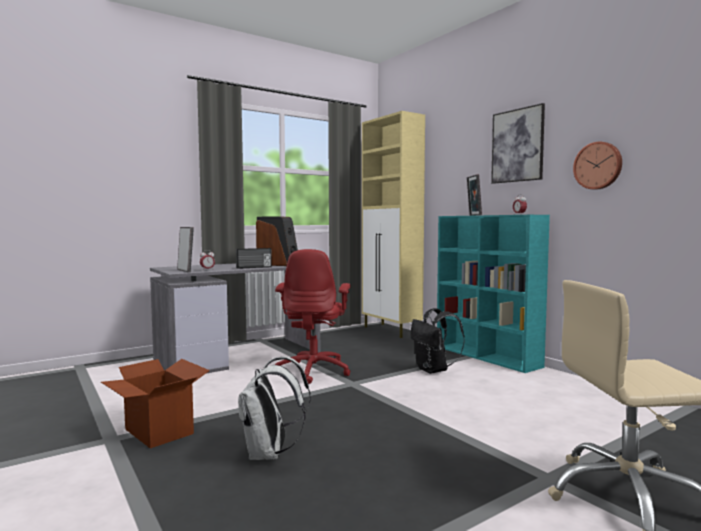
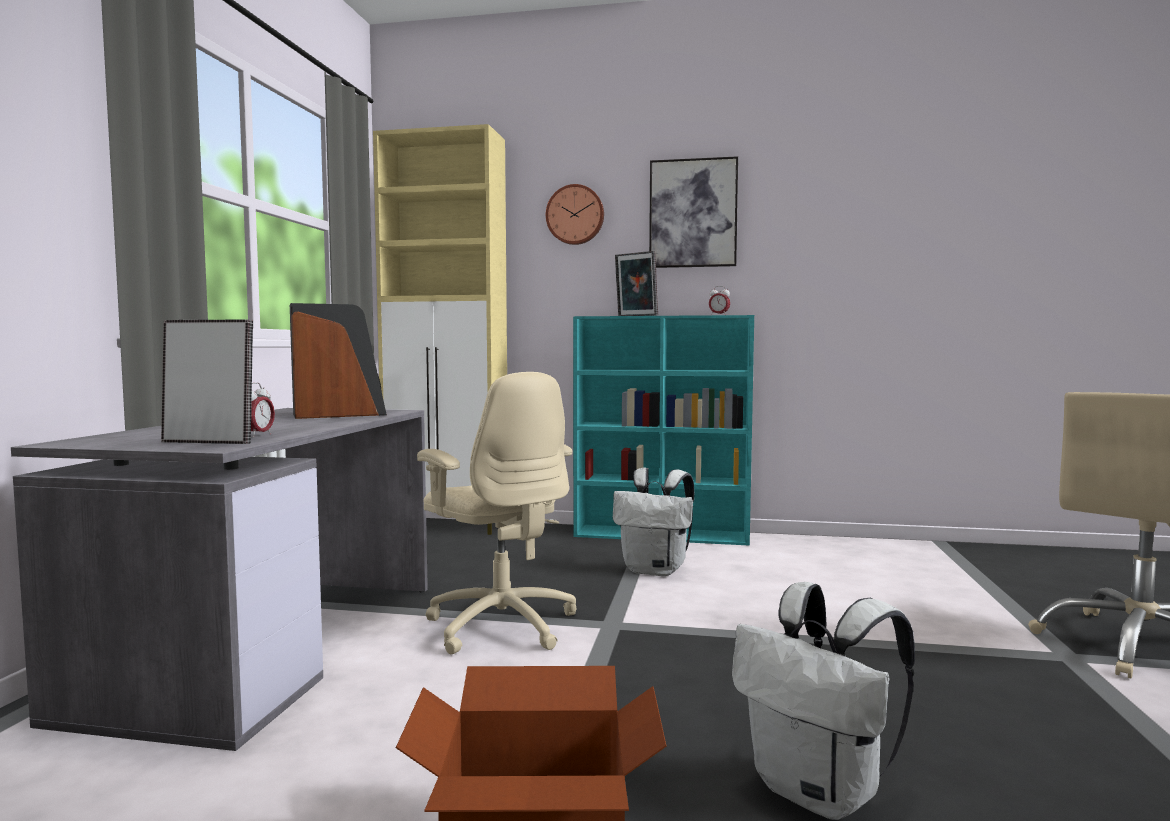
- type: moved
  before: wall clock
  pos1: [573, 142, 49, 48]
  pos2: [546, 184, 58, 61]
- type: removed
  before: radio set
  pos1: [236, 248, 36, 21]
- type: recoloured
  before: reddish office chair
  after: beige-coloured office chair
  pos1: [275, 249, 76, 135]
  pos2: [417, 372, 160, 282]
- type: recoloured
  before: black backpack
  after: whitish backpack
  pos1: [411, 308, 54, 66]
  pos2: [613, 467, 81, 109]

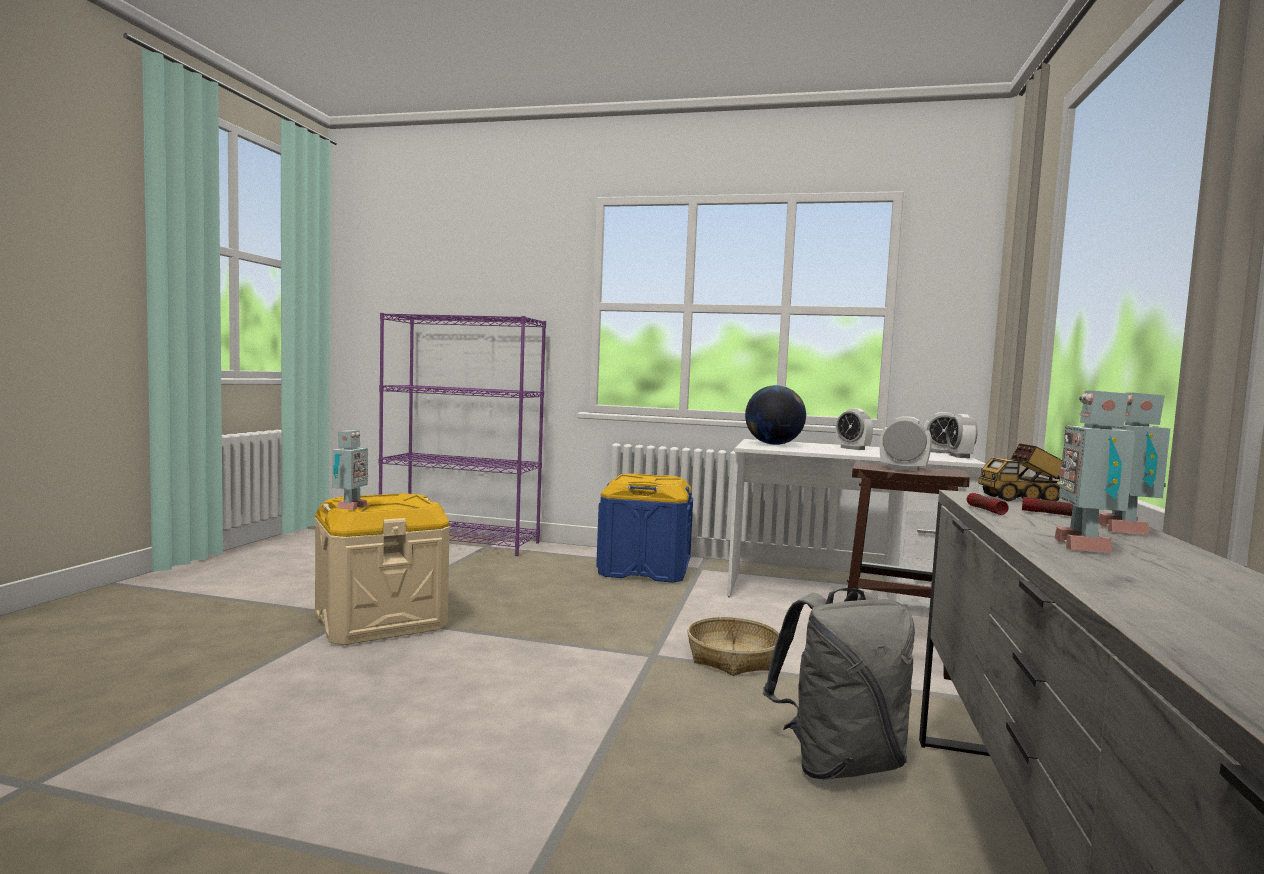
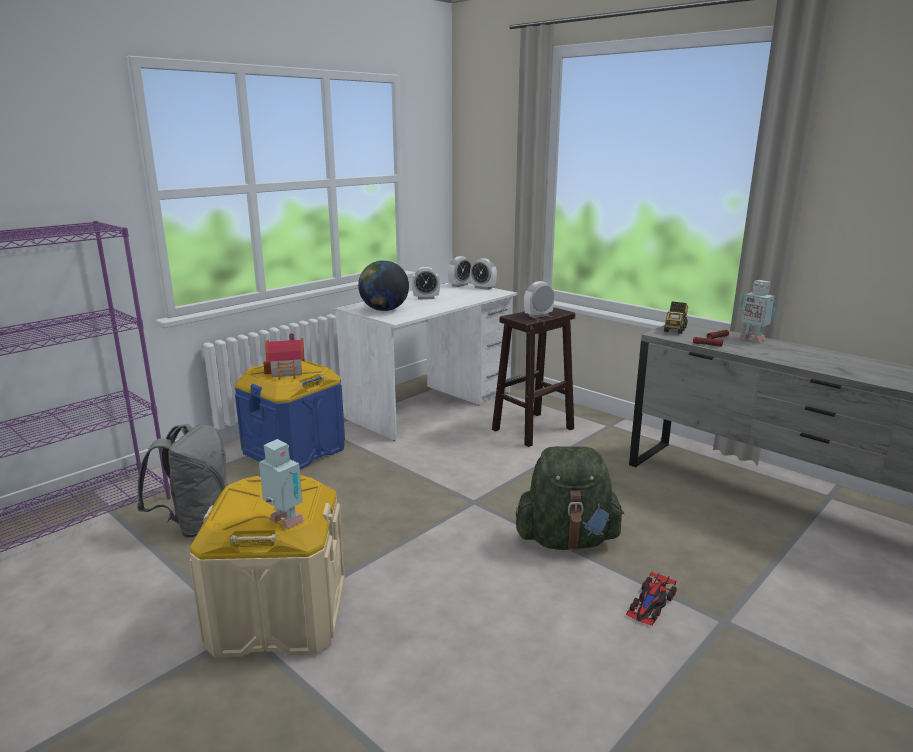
- type: removed
  before: robot figure
  pos1: [1055, 391, 80, 162]
- type: moved
  before: grey backpack
  pos1: [763, 588, 152, 192]
  pos2: [137, 424, 91, 114]
- type: removed
  before: household basket
  pos1: [687, 617, 92, 59]
- type: added
  after: toy house
  pos2: [264, 333, 41, 47]
- type: added
  after: green-coloured backpack
  pos2: [516, 446, 108, 104]
- type: added
  after: miniature car
  pos2: [626, 572, 51, 54]

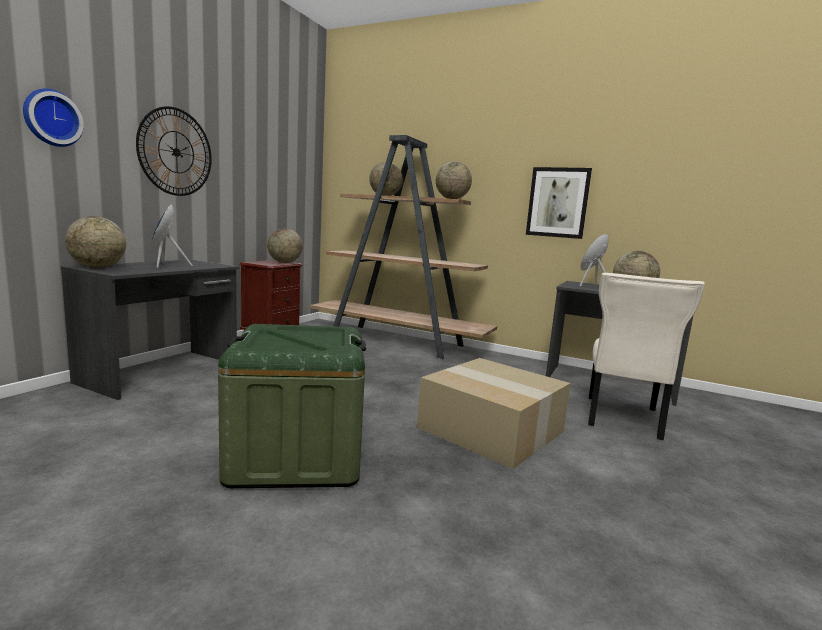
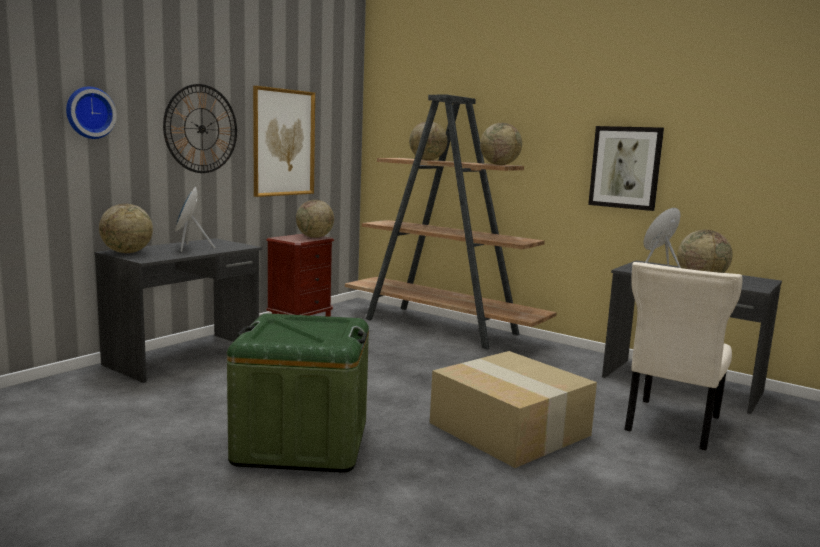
- type: added
  after: picture
  pos2: [253, 86, 62, 111]

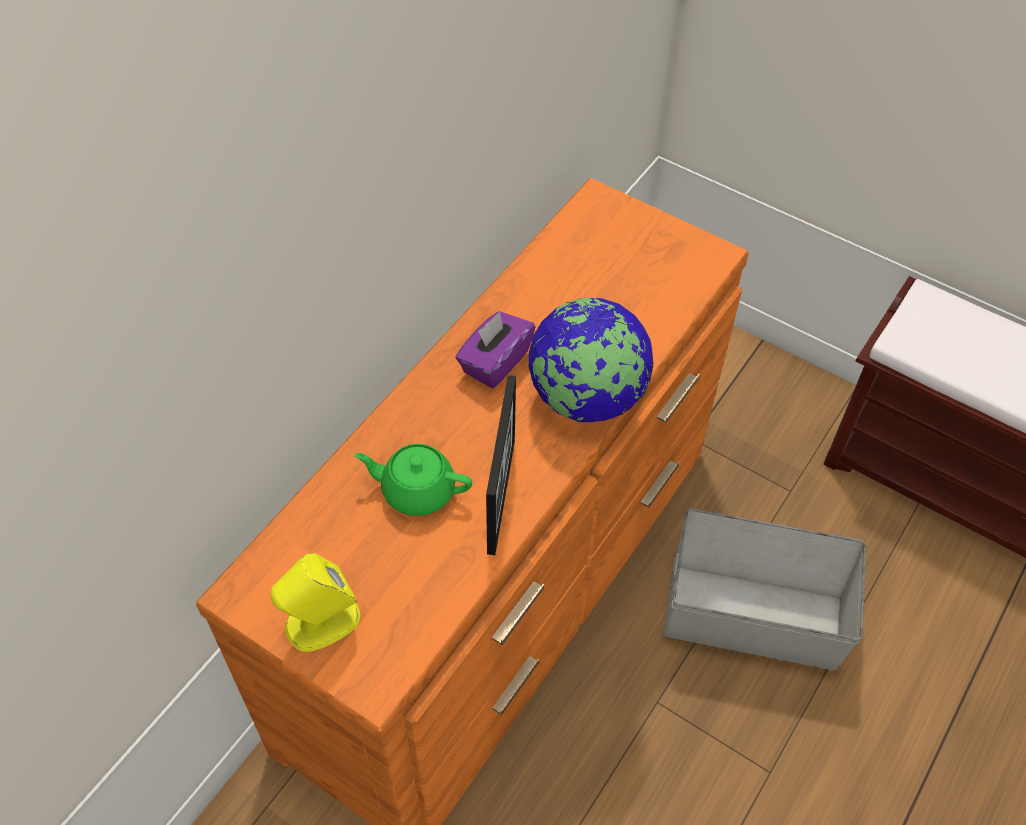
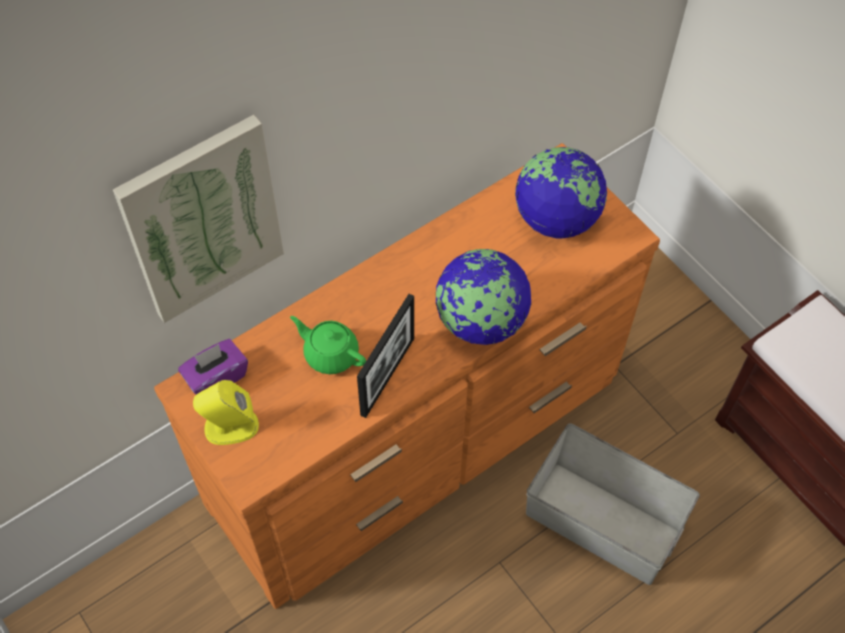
- type: moved
  before: purple box of tissues
  pos1: [455, 311, 80, 78]
  pos2: [178, 339, 70, 55]
- type: added
  after: picture
  pos2: [113, 115, 171, 208]
- type: added
  after: desk globe
  pos2: [515, 147, 92, 92]

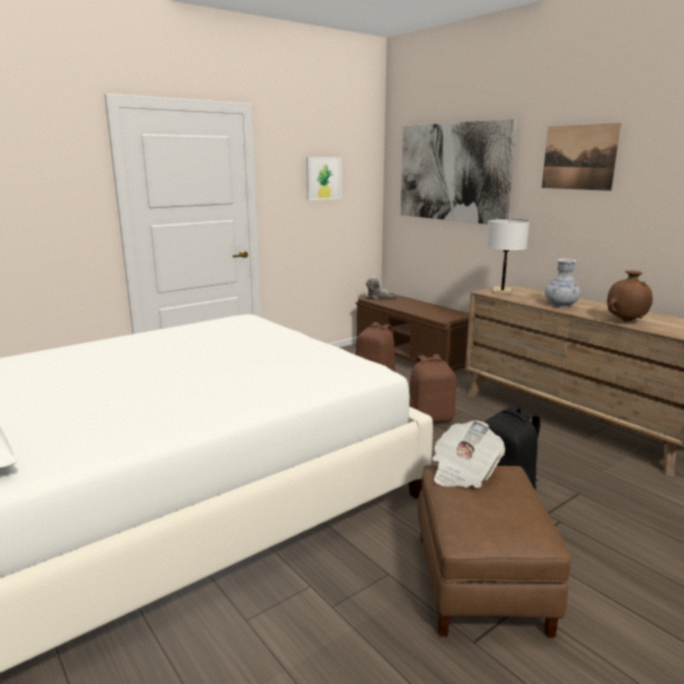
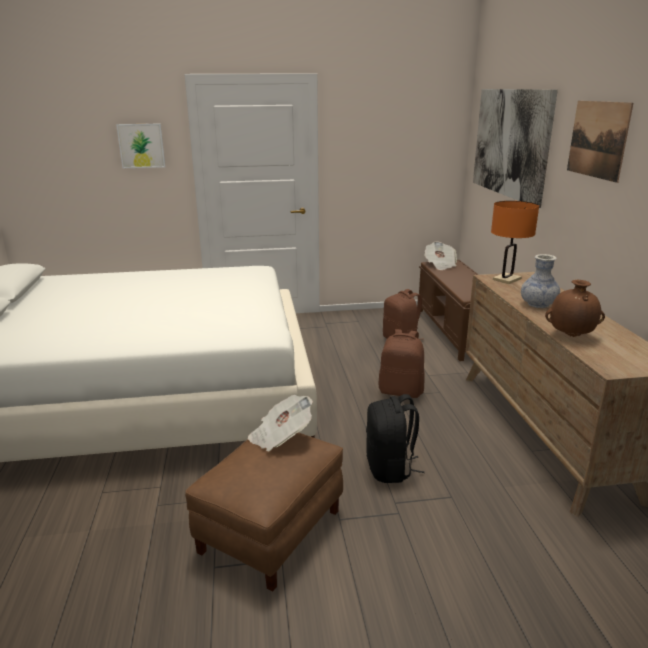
- type: moved
  before: picture
  pos1: [306, 157, 35, 43]
  pos2: [116, 124, 50, 44]
- type: recoloured
  before: whitish tabletop lamp
  after: orange tabletop lamp
  pos1: [486, 219, 44, 76]
  pos2: [491, 201, 48, 83]
- type: replaced
  before: soft toy
  after: printed paper
  pos1: [366, 276, 32, 24]
  pos2: [424, 241, 33, 29]

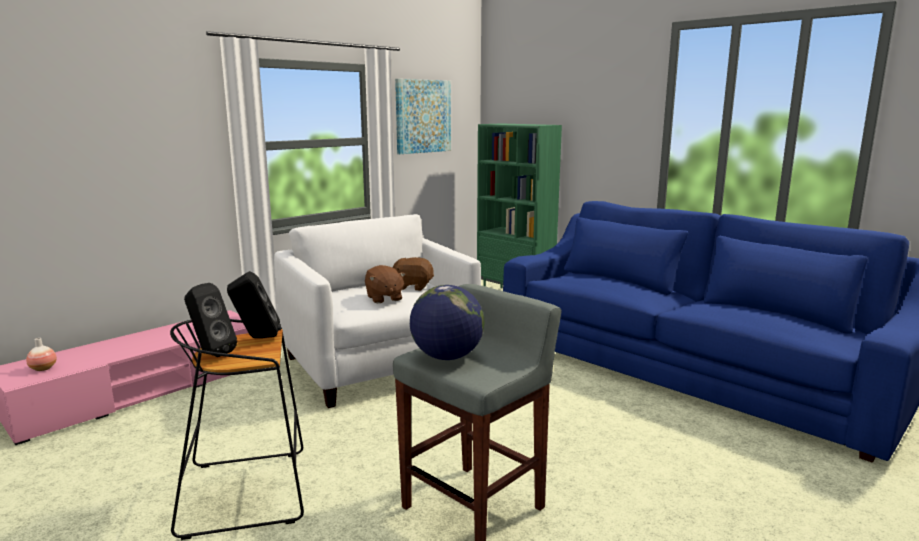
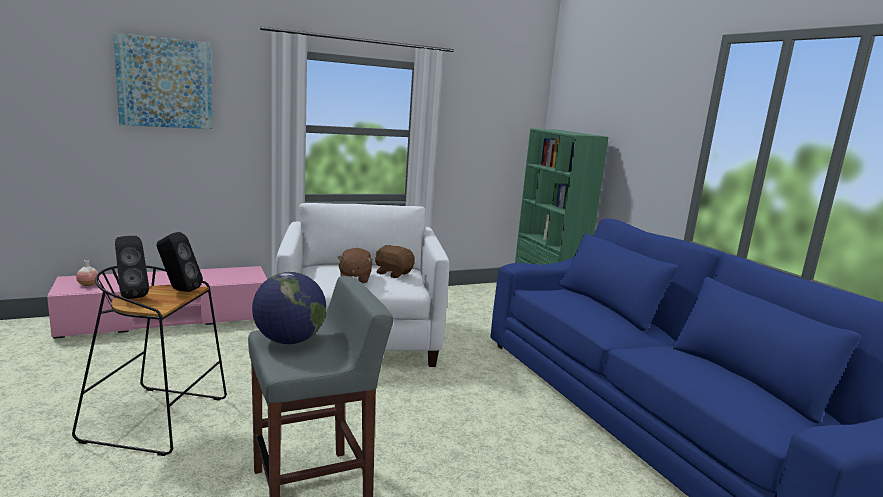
- type: moved
  before: picture
  pos1: [395, 79, 56, 75]
  pos2: [113, 33, 100, 96]

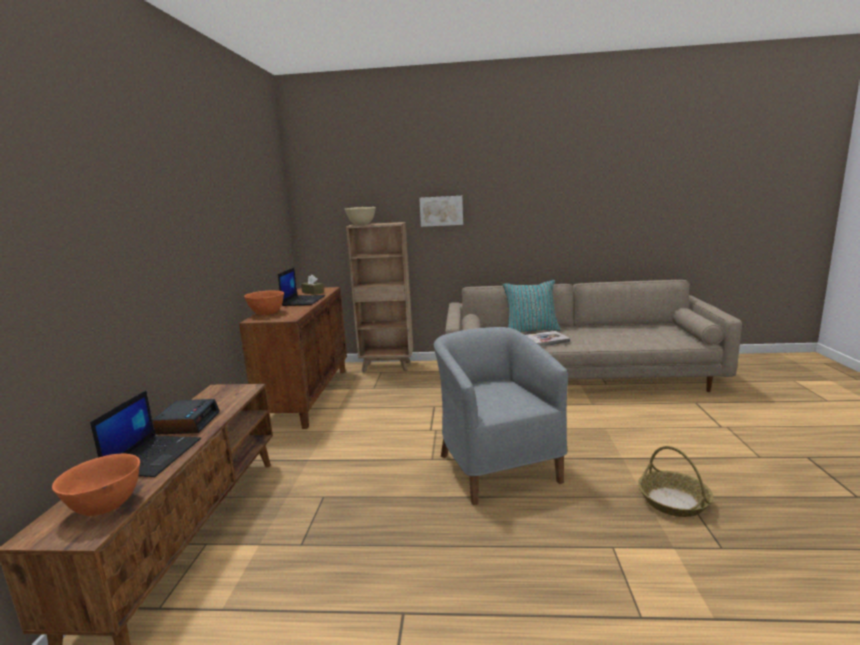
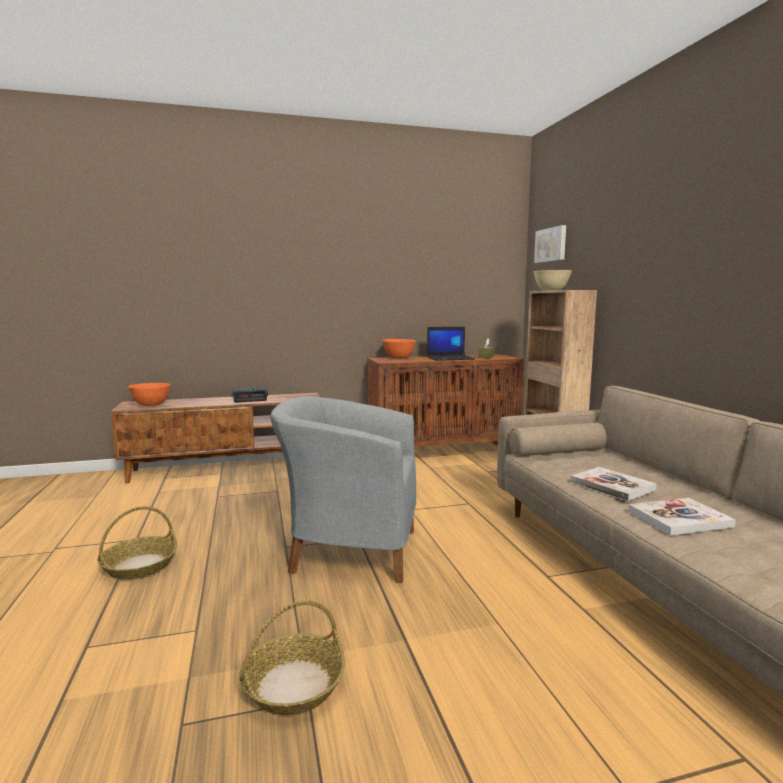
- type: moved
  before: picture
  pos1: [419, 196, 44, 31]
  pos2: [534, 225, 32, 38]
- type: removed
  before: turquoise-coloured cushion
  pos1: [502, 280, 58, 52]
- type: turned
  before: grey armchair
  pos1: [434, 327, 134, 178]
  pos2: [271, 396, 145, 187]
  turn: -135
- type: removed
  before: portable computer
  pos1: [90, 390, 111, 87]
- type: added
  after: bound book
  pos2: [628, 498, 108, 38]
- type: added
  after: household basket
  pos2: [98, 506, 79, 74]

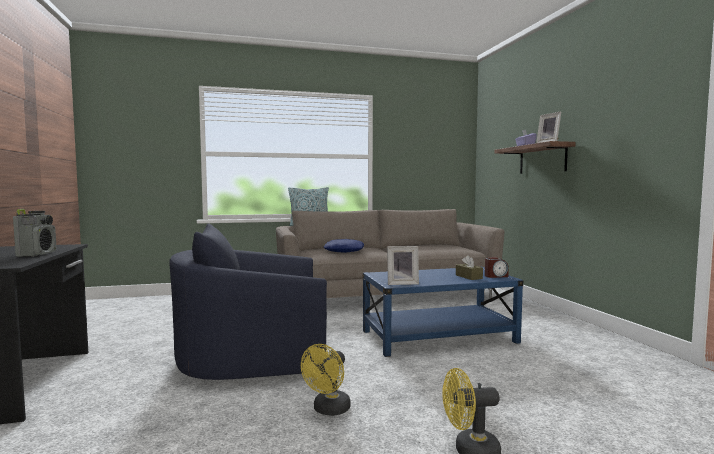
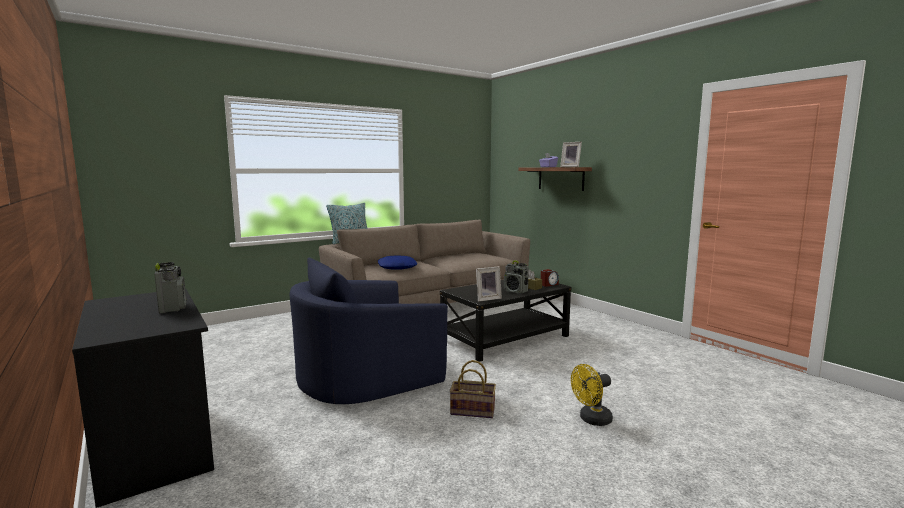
- type: recoloured
  before: blue-coloured low table
  after: black low table
  pos1: [362, 267, 161, 90]
  pos2: [440, 277, 131, 85]
- type: replaced
  before: yellow fan
  after: household basket
  pos1: [301, 344, 50, 72]
  pos2: [450, 360, 46, 58]
- type: added
  after: radio set
  pos2: [504, 260, 25, 33]

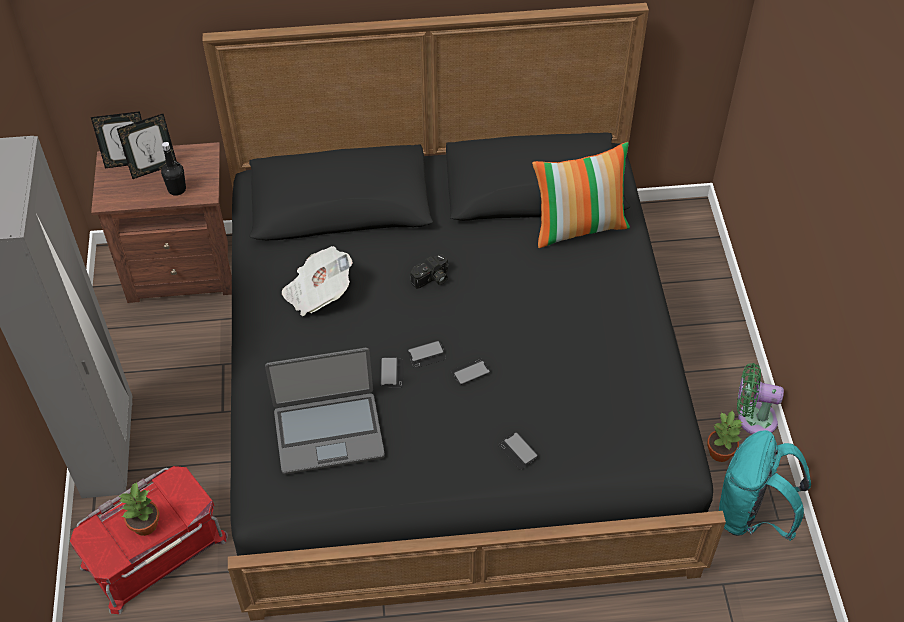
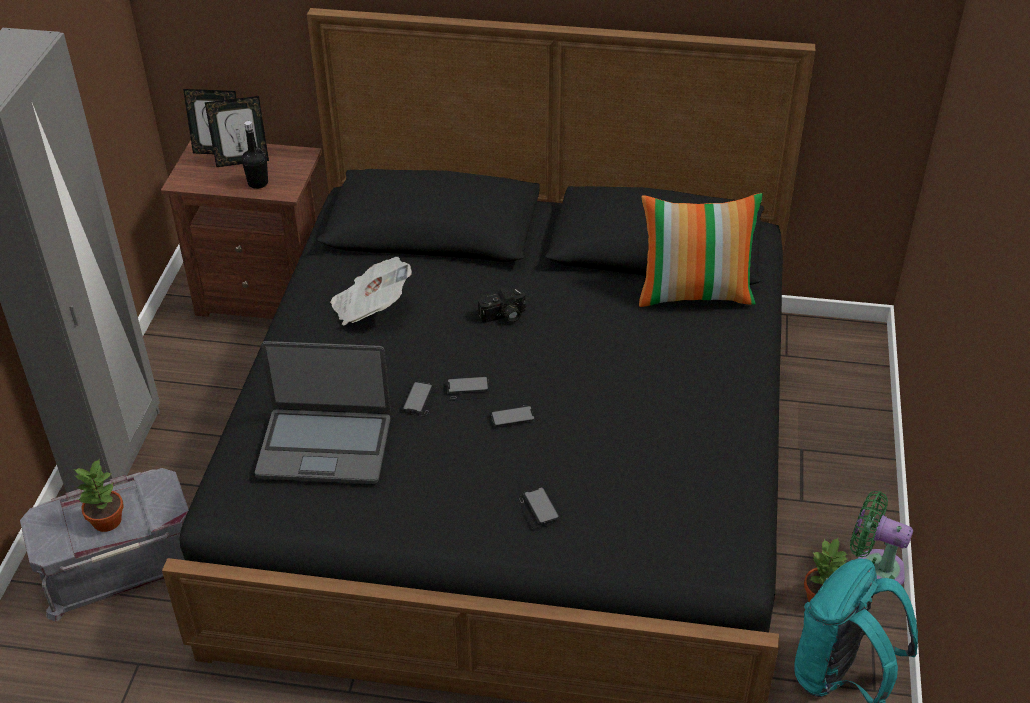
- type: recoloured
  before: reddish storage container
  after: grey storage container
  pos1: [70, 466, 158, 148]
  pos2: [20, 468, 169, 153]

